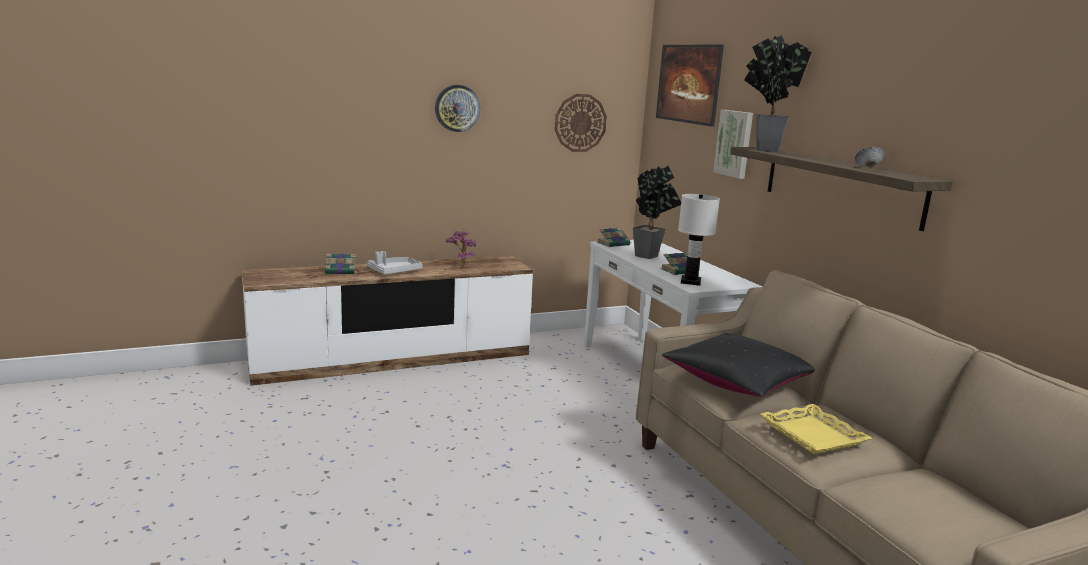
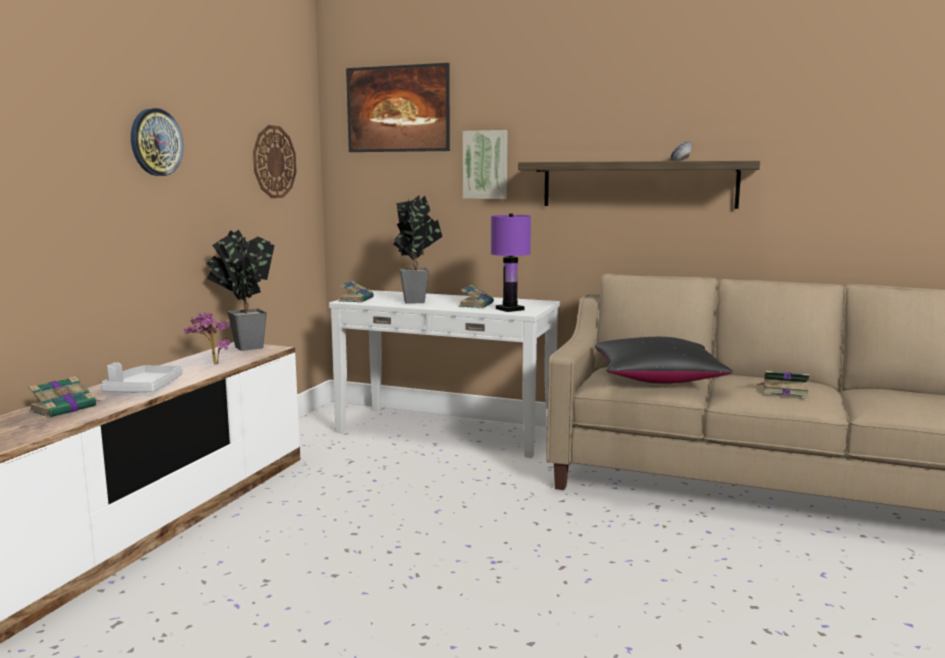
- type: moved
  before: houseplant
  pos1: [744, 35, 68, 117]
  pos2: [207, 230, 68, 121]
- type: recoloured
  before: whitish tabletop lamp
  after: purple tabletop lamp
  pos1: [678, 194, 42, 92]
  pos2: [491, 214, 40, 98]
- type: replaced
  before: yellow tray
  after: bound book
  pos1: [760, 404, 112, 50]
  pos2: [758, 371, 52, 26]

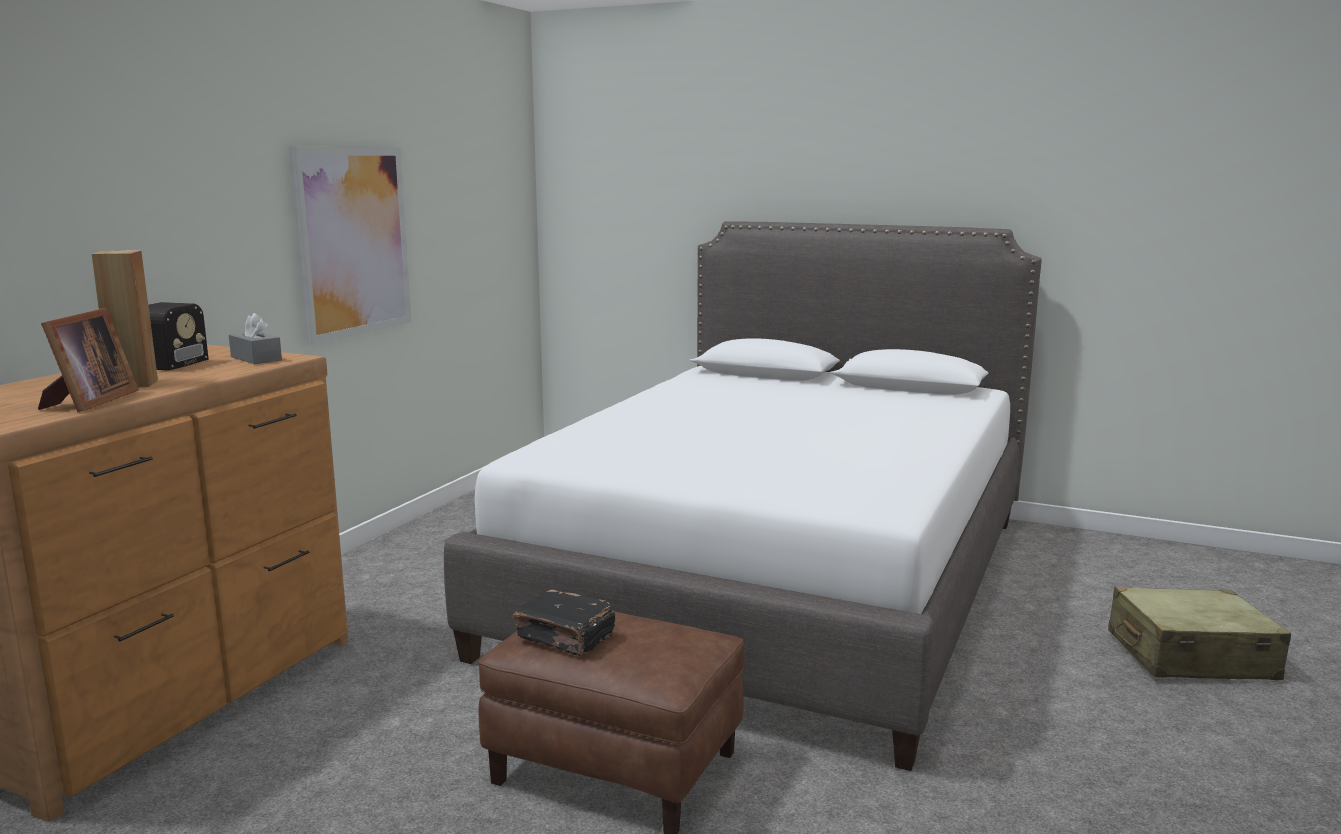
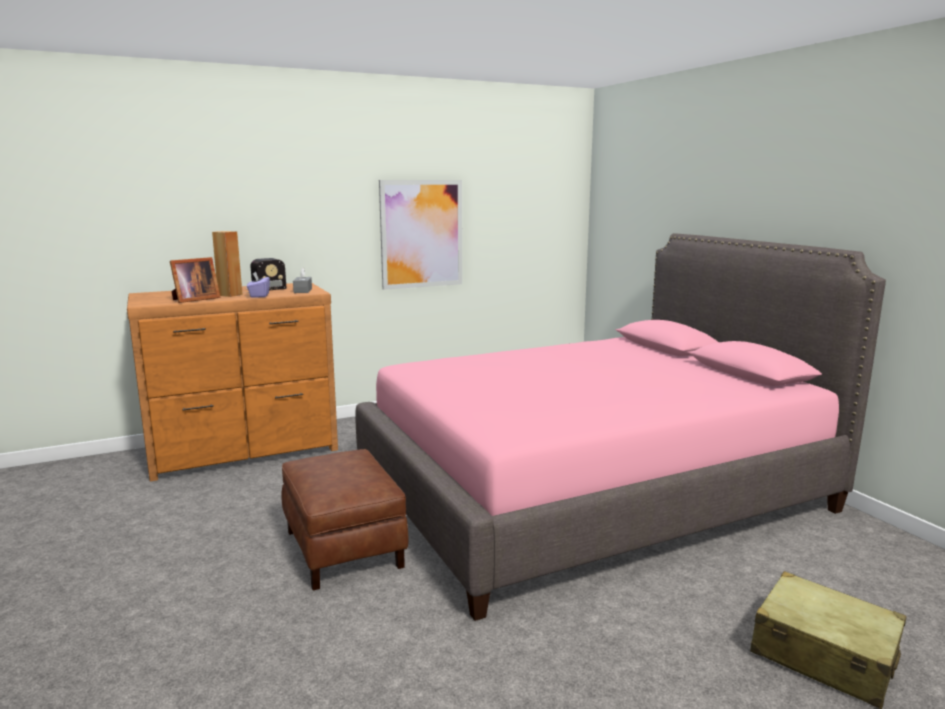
- type: recoloured
  before: whitish bedroom bed
  after: pinkish bedroom bed
  pos1: [444, 221, 598, 550]
  pos2: [355, 233, 531, 388]
- type: removed
  before: black bound book
  pos1: [513, 589, 102, 68]
- type: added
  after: purple box of tissues
  pos2: [247, 272, 23, 26]

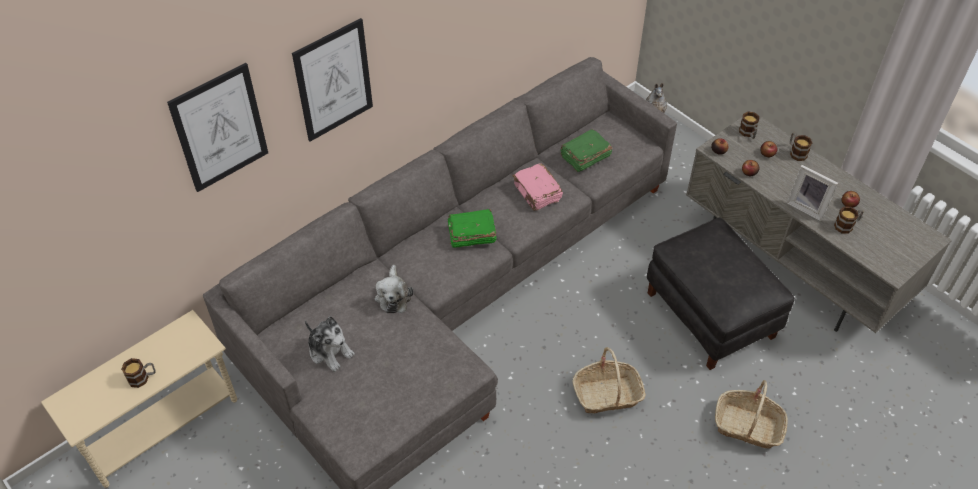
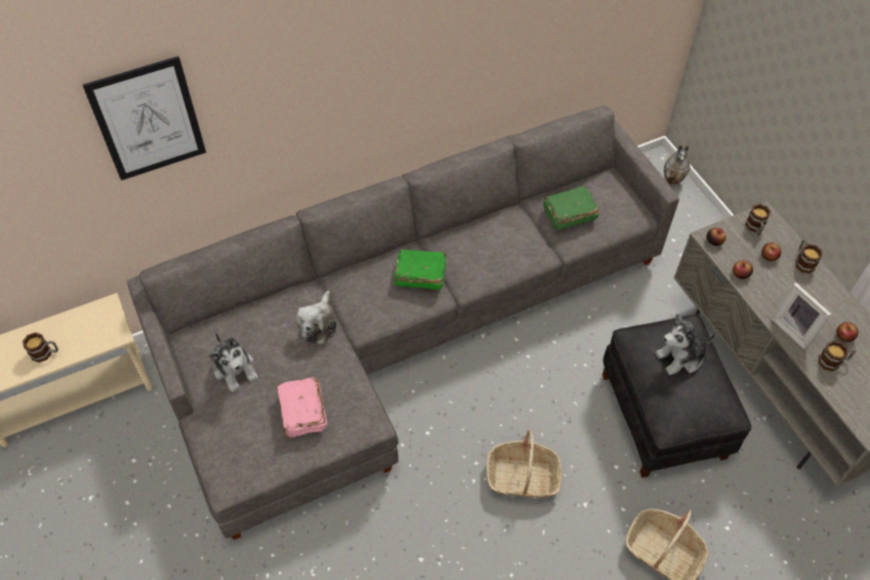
- type: removed
  before: picture
  pos1: [292, 18, 81, 124]
- type: moved
  before: pinkish bound book
  pos1: [513, 163, 50, 48]
  pos2: [276, 377, 51, 61]
- type: added
  after: soft toy
  pos2: [655, 313, 61, 62]

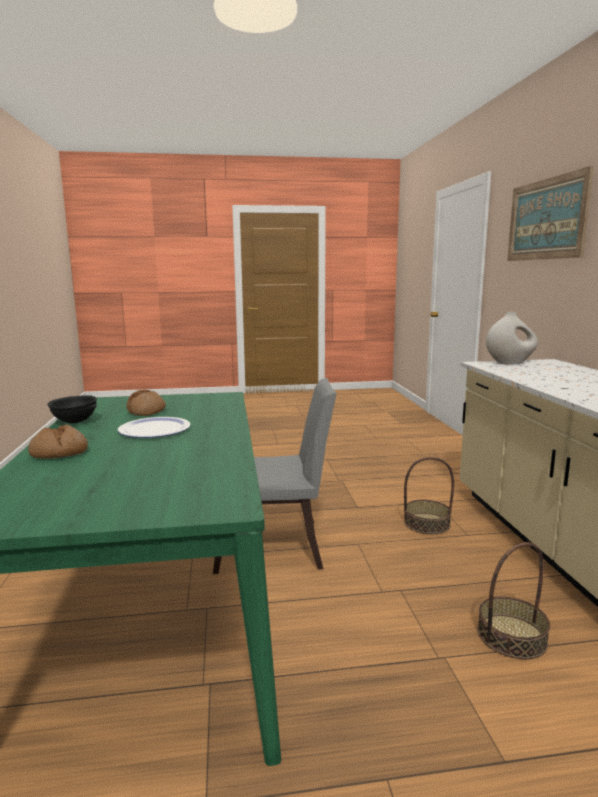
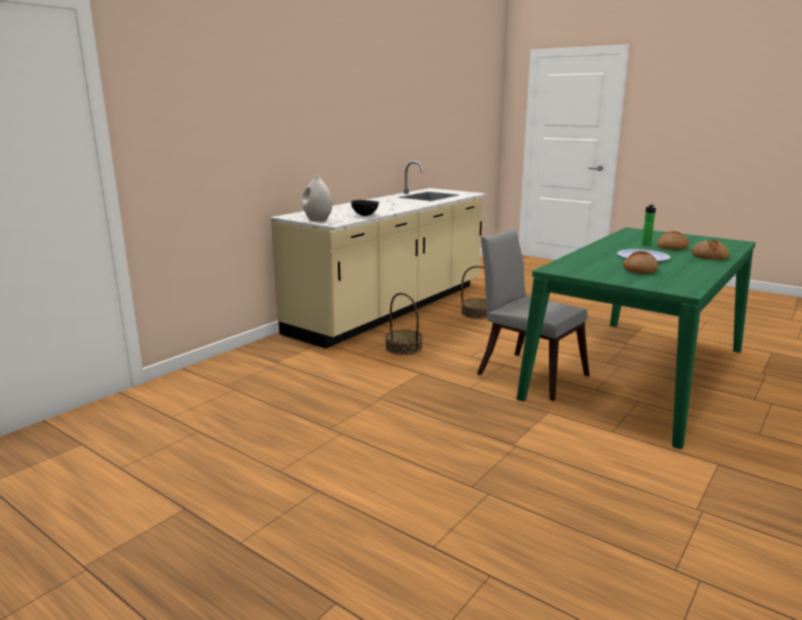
- type: removed
  before: picture
  pos1: [507, 166, 87, 95]
- type: moved
  before: black bowl
  pos1: [47, 395, 50, 28]
  pos2: [351, 200, 28, 16]
- type: added
  after: beverage bottle
  pos2: [641, 205, 15, 41]
- type: added
  after: bread
  pos2: [657, 231, 32, 19]

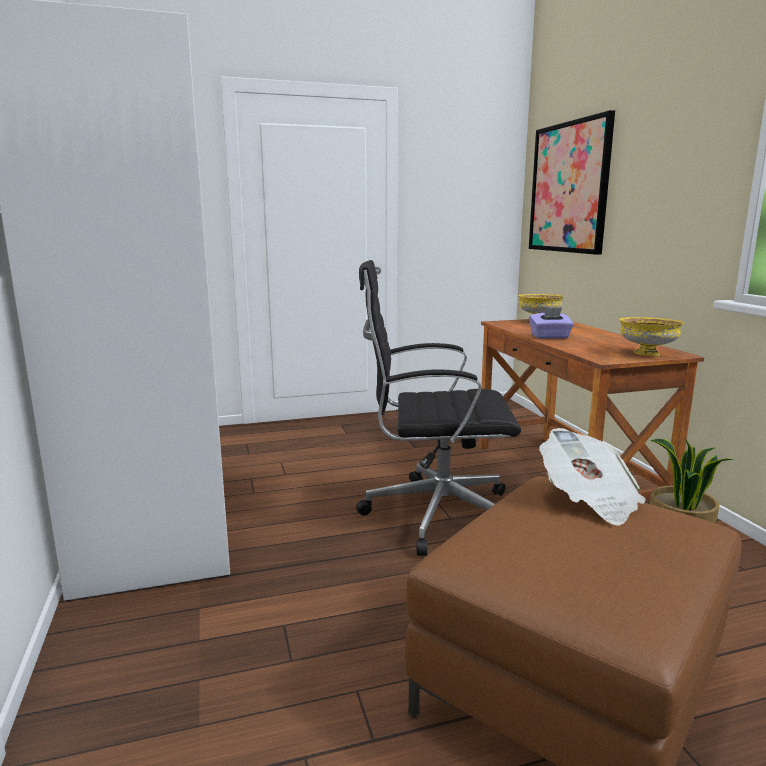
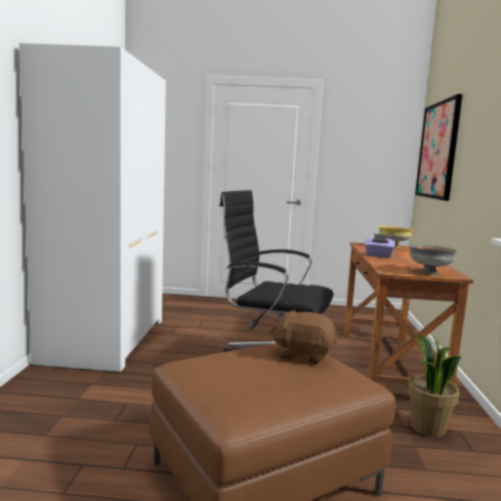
- type: recoloured
  before: yellow bowl
  after: grey bowl
  pos1: [619, 317, 65, 39]
  pos2: [409, 244, 48, 31]
- type: replaced
  before: printed paper
  after: brown-coloured soft toy
  pos1: [539, 428, 107, 98]
  pos2: [270, 310, 67, 55]

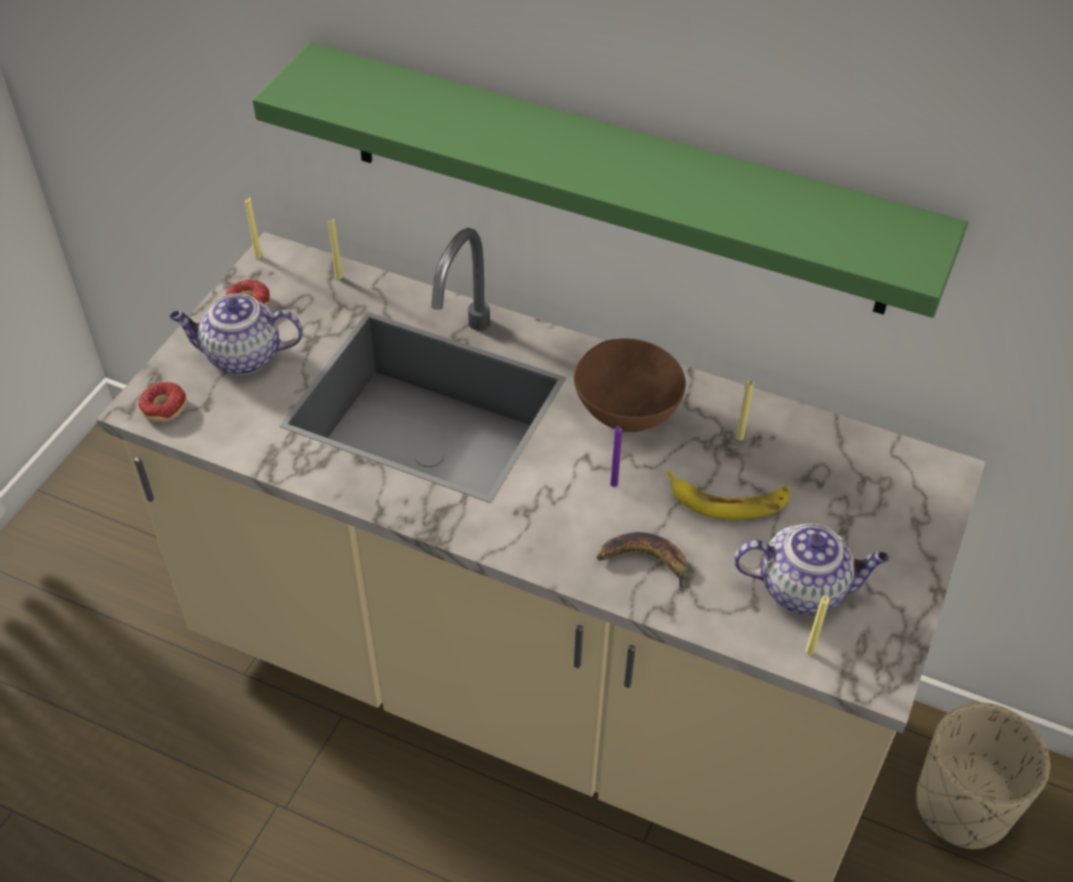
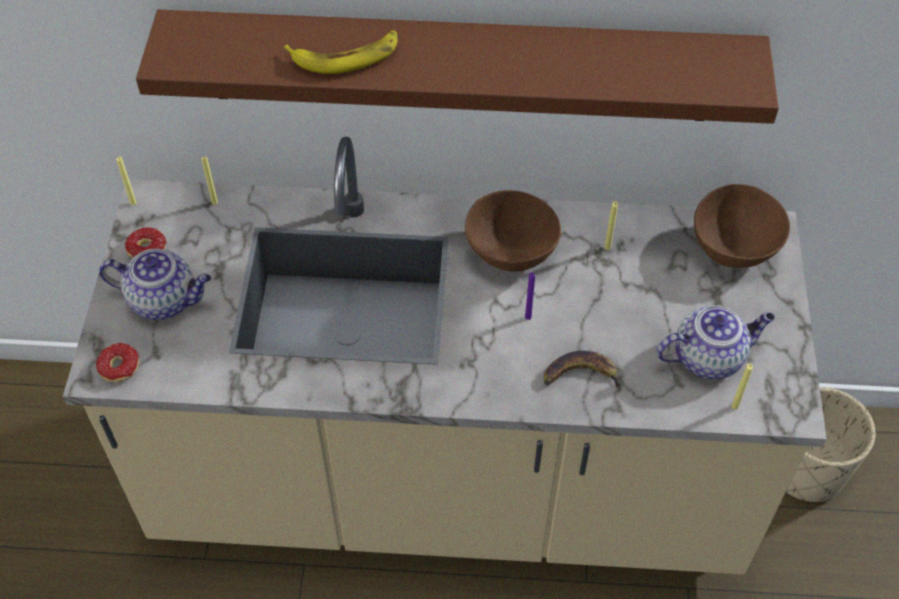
- type: recoloured
  before: green-coloured bracket shelf
  after: brown-coloured bracket shelf
  pos1: [253, 42, 715, 276]
  pos2: [136, 10, 643, 114]
- type: turned
  before: tea pot
  pos1: [170, 294, 133, 81]
  pos2: [99, 249, 112, 71]
  turn: -150
- type: moved
  before: banana
  pos1: [667, 471, 123, 48]
  pos2: [284, 30, 114, 44]
- type: added
  after: brown-coloured bowl
  pos2: [694, 184, 96, 84]

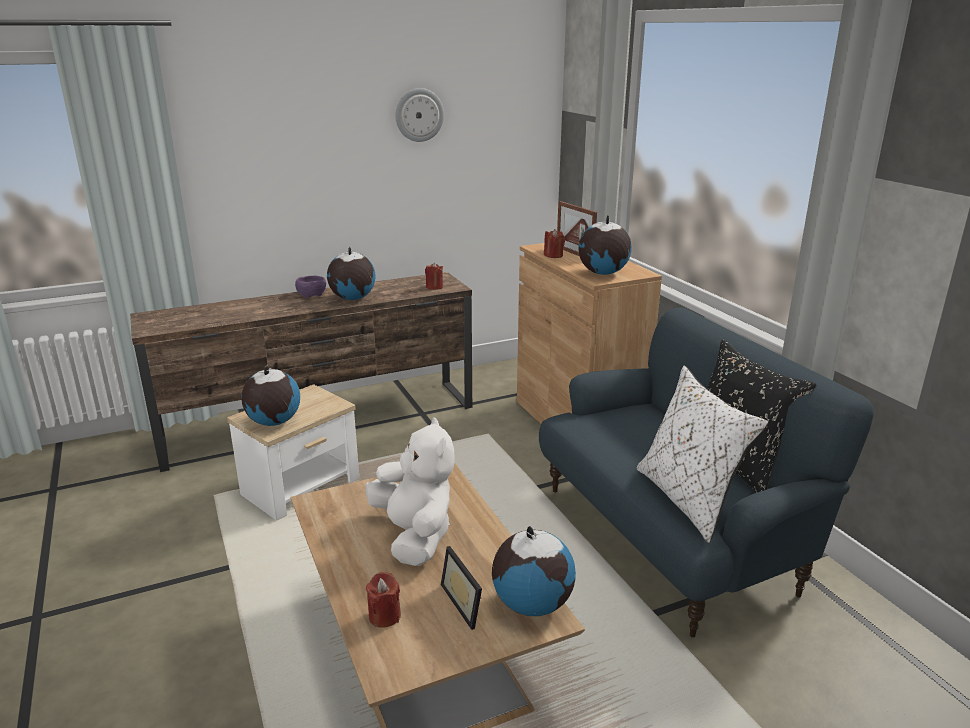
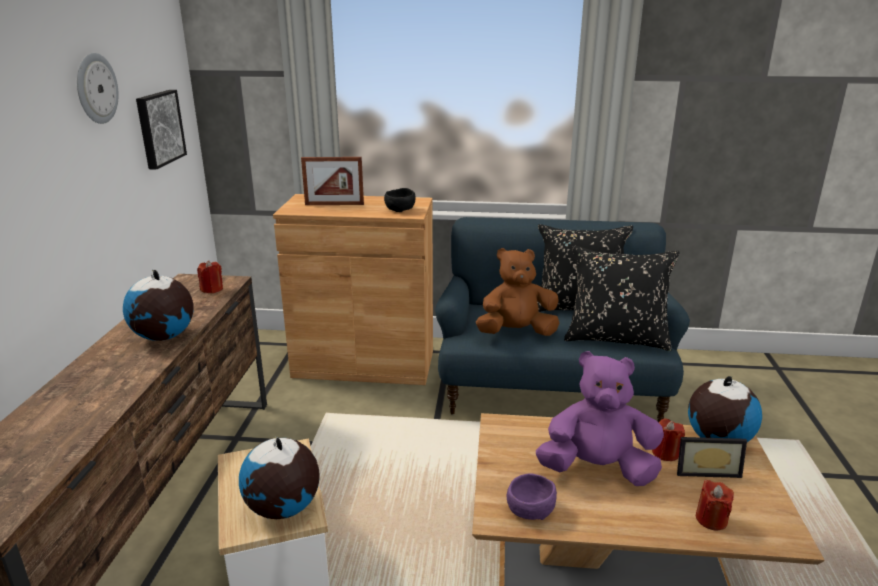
- type: replaced
  before: desk globe
  after: black bowl
  pos1: [578, 216, 54, 59]
  pos2: [384, 188, 32, 24]
- type: moved
  before: reddish wax light
  pos1: [544, 229, 21, 29]
  pos2: [652, 419, 33, 42]
- type: moved
  before: purple bowl
  pos1: [295, 276, 31, 22]
  pos2: [507, 473, 50, 47]
- type: recoloured
  before: whitish cushion
  after: black cushion
  pos1: [637, 366, 132, 177]
  pos2: [564, 246, 115, 105]
- type: recoloured
  before: whitish soft toy
  after: purple soft toy
  pos1: [366, 417, 89, 149]
  pos2: [536, 351, 128, 135]
- type: added
  after: picture
  pos2: [136, 90, 51, 80]
- type: added
  after: brown-coloured soft toy
  pos2: [476, 248, 83, 88]

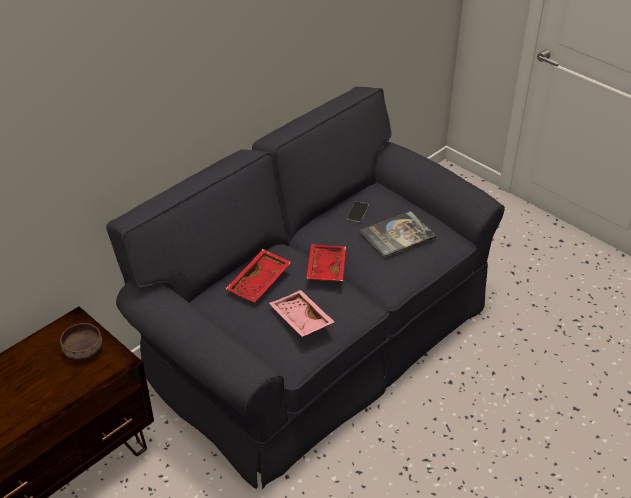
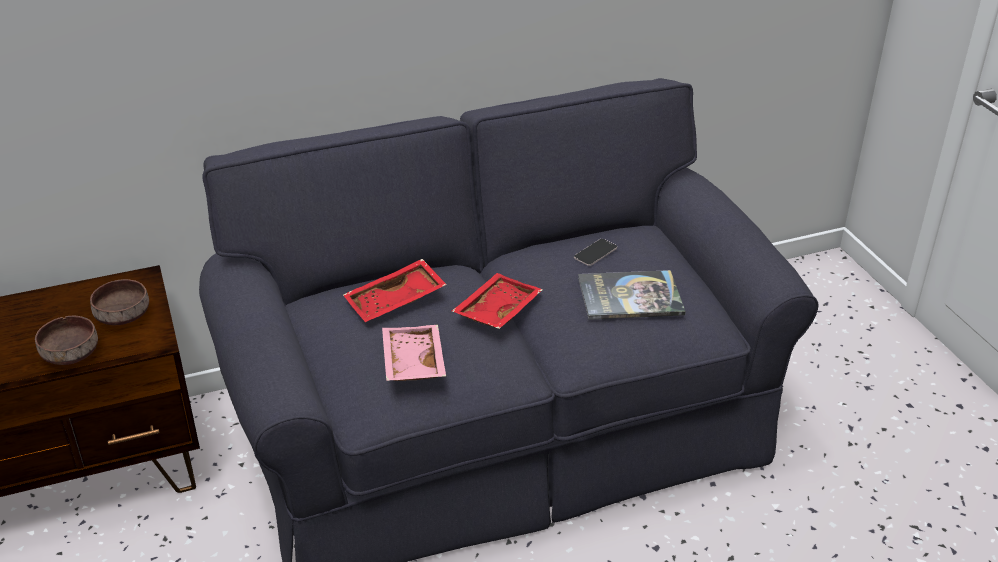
- type: added
  after: brown-coloured bowl
  pos2: [35, 316, 63, 49]

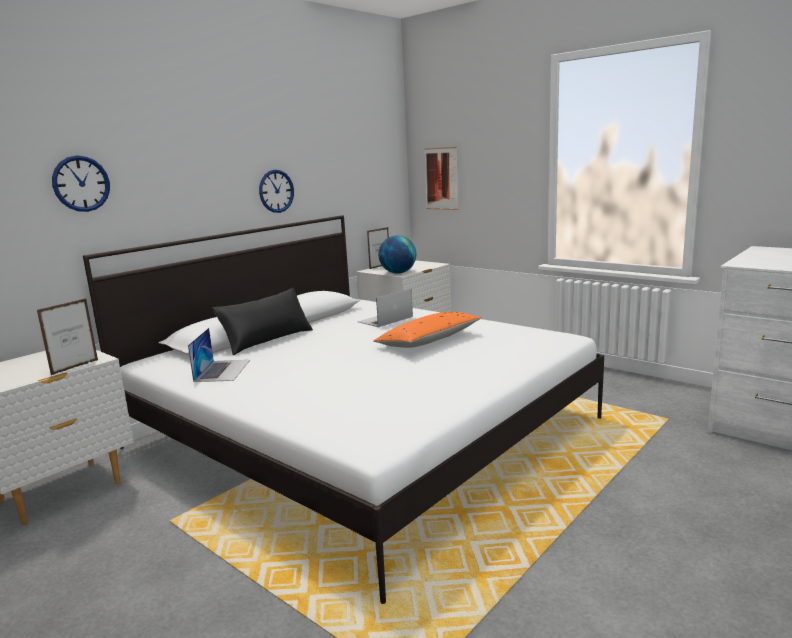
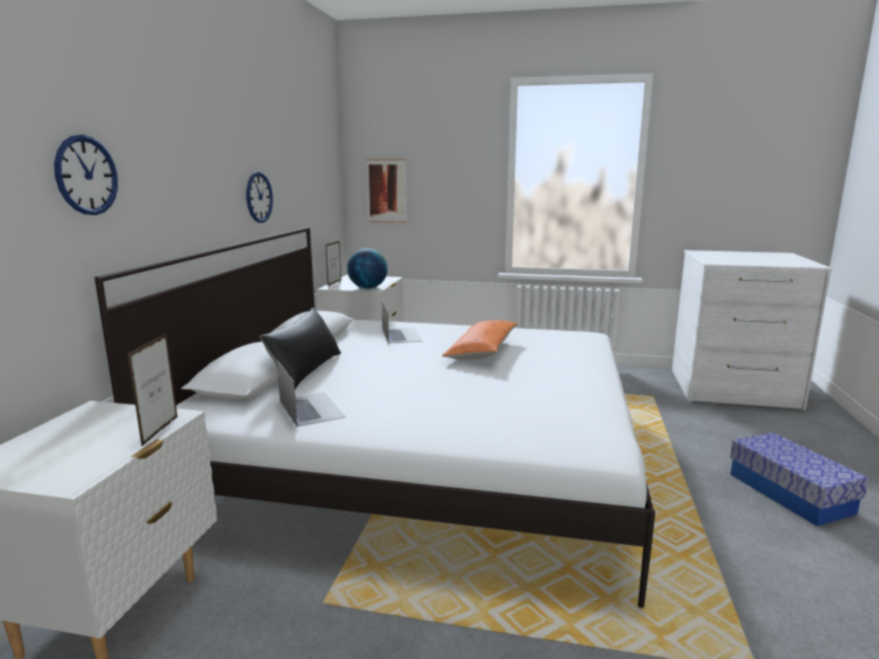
- type: turned
  before: portable computer
  pos1: [358, 288, 55, 39]
  pos2: [382, 301, 40, 43]
  turn: 150
- type: added
  after: storage container
  pos2: [730, 432, 139, 94]

